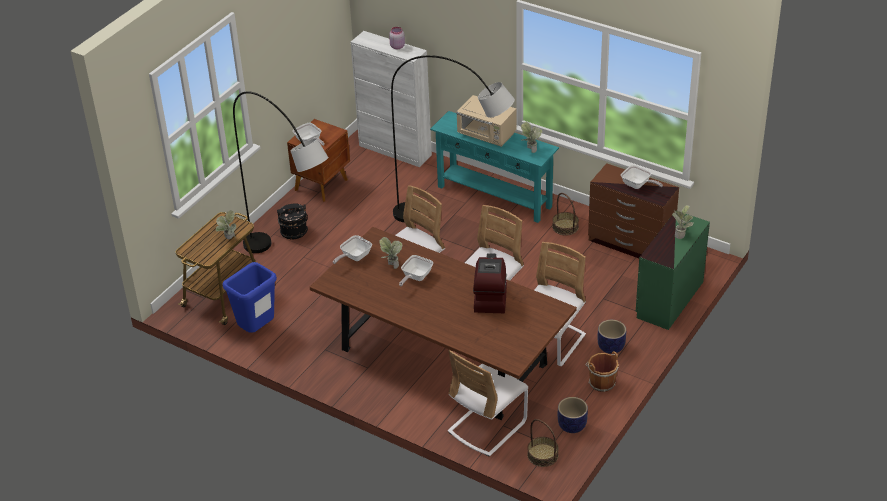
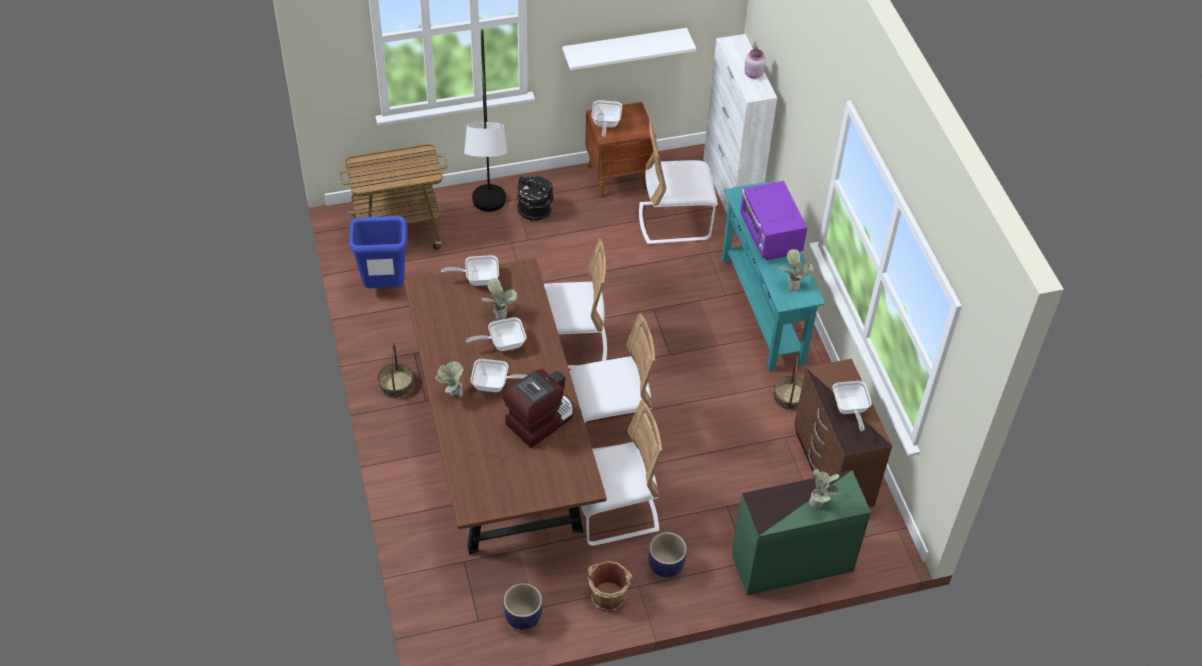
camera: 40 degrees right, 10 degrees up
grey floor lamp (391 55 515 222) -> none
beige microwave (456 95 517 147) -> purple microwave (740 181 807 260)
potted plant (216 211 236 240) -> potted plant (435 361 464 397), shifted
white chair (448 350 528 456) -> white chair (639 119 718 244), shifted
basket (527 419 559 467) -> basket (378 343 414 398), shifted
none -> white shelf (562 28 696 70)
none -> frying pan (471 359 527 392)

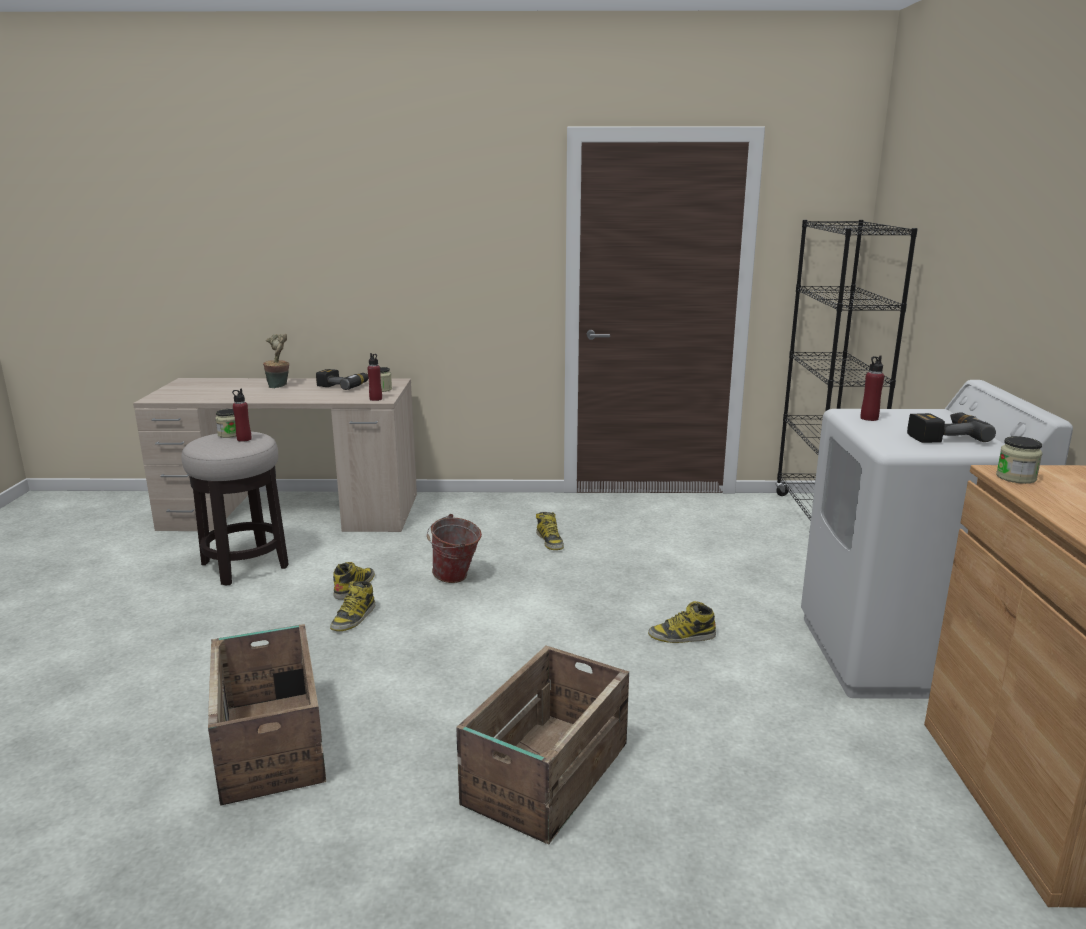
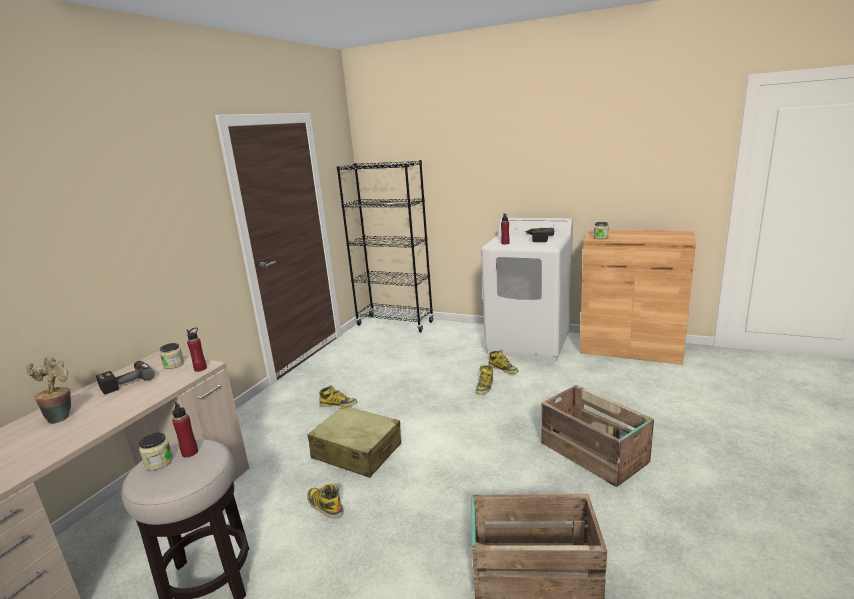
camera: 65 degrees left, 0 degrees up
bucket (427 514 482 583) -> beige suitcase (308 405 401 478)
boot (330 581 375 631) -> boot (488 350 519 374), shifted

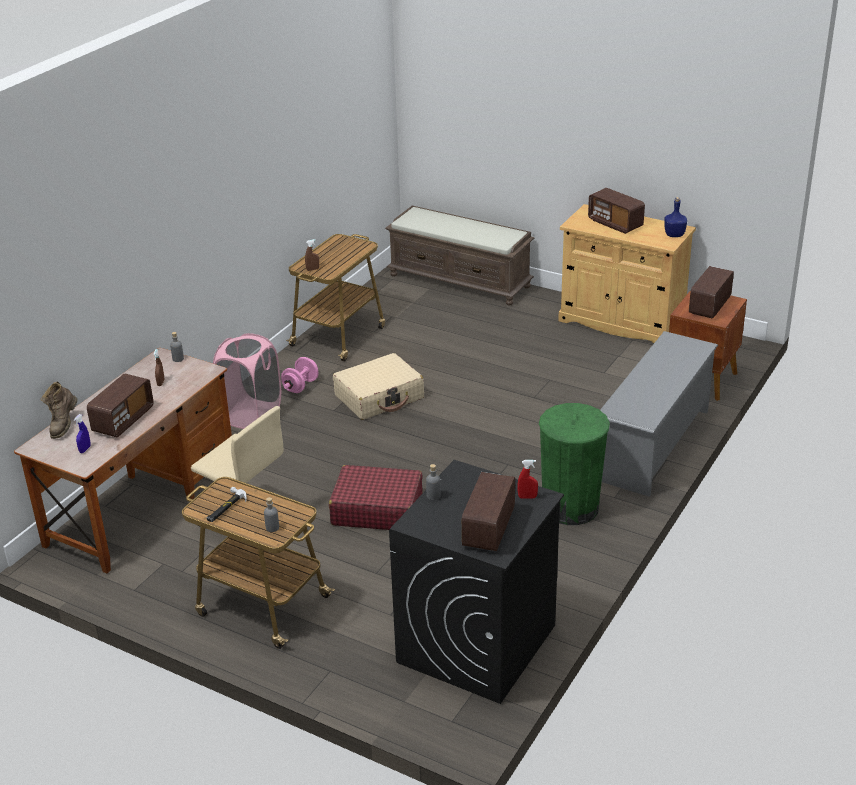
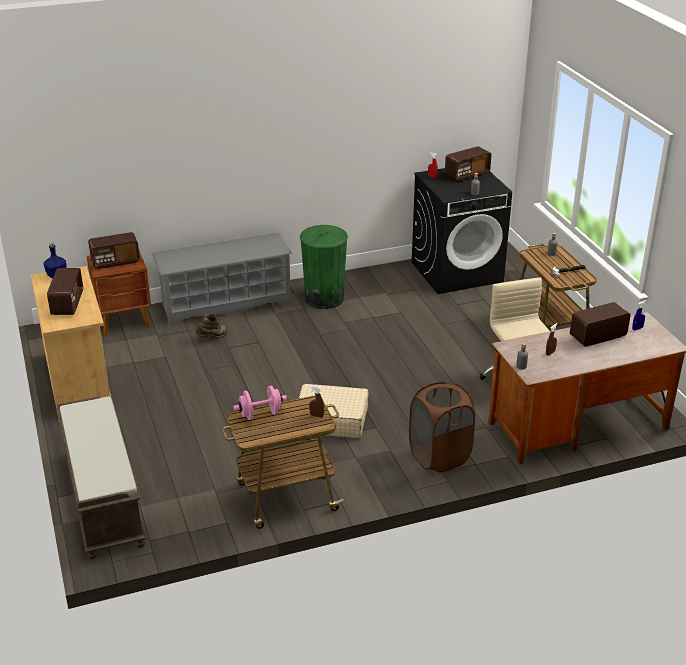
camera: 140 degrees left, 0 degrees up
pink laundry basket (213 333 281 429) -> brown laundry basket (409 382 475 473)
pink dumbbell (281 357 319 393) -> pink dumbbell (233 386 287 420), shifted
brown boot (40 382 77 439) -> brown boot (195 313 228 339), shifted
red suitcase (329 465 423 530) -> none

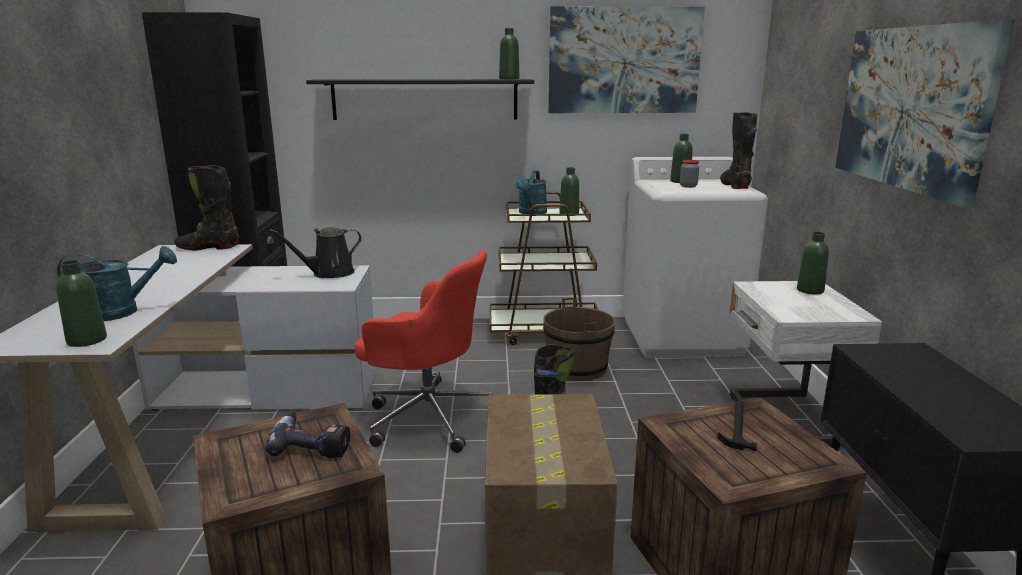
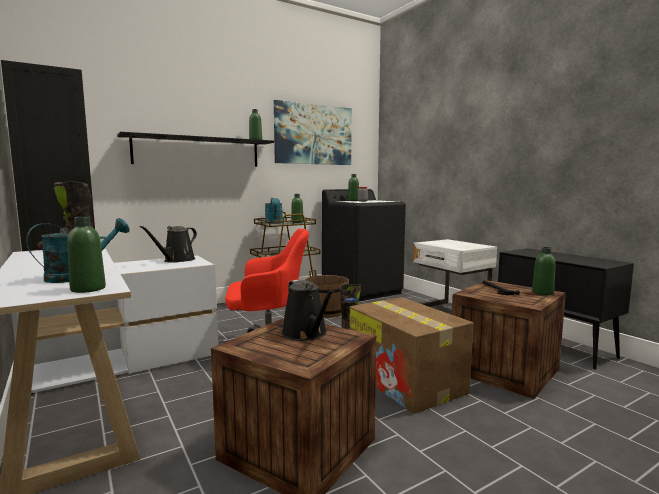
camera: 30 degrees left, 10 degrees down
picture (835 19 1015 207) -> none
black boot (720 112 757 189) -> none
white washing machine (622 157 768 358) -> black washing machine (322 189 406 301)
green bottle (797 232 829 294) -> green bottle (532 247 556 295), shifted
power drill (265 411 350 458) -> black watering can (282 280 334 341)

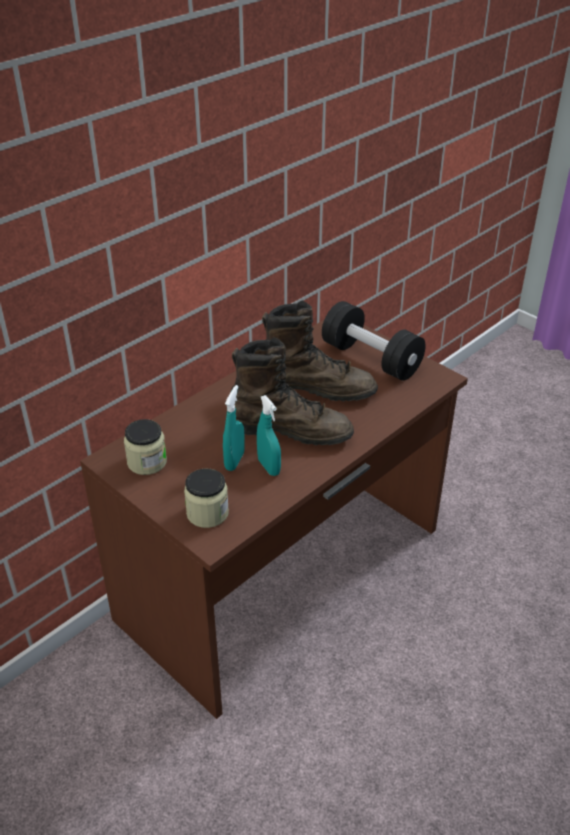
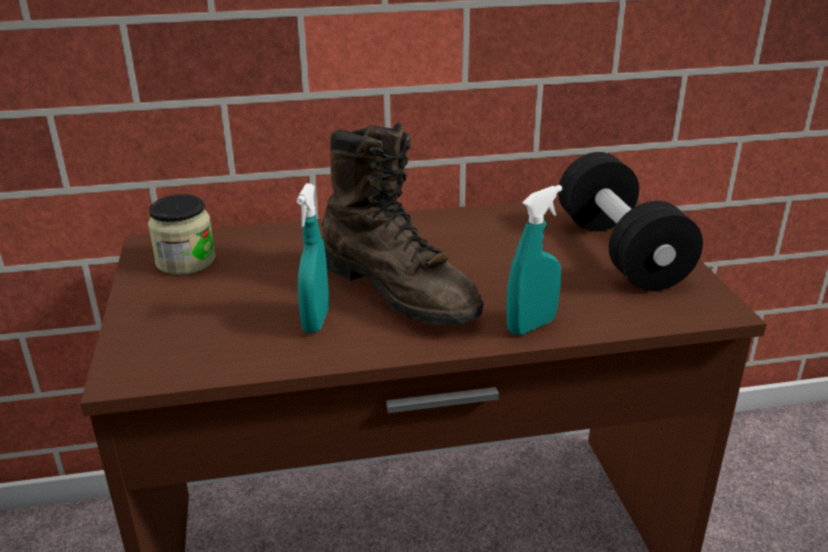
camera: 35 degrees right, 10 degrees down
brown boot (262 300 378 402) -> none
turquoise spray bottle (223 385 245 471) -> turquoise spray bottle (507 185 562 335), shifted
jar (184 469 229 528) -> none

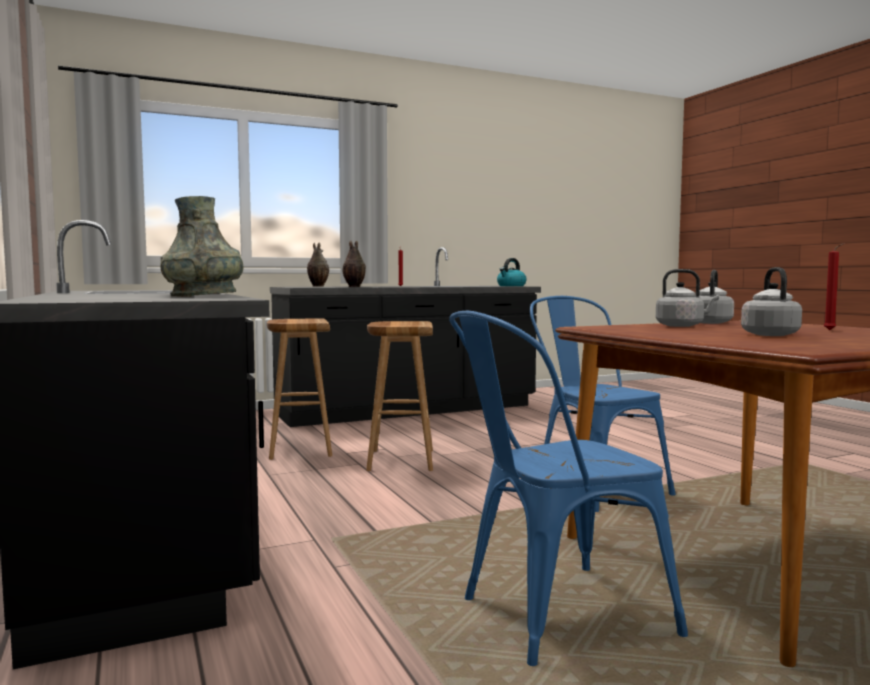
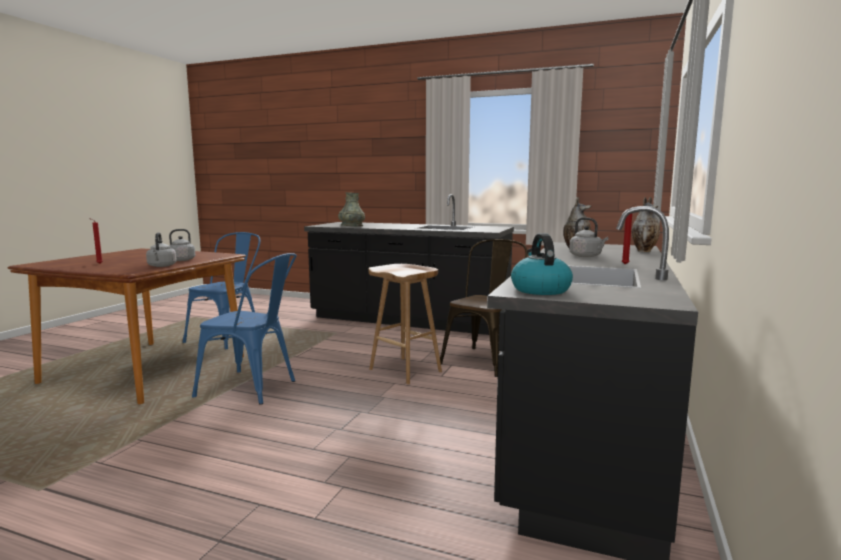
camera: 135 degrees right, 5 degrees up
grey kettle (741 267 802 336) -> grey kettle (569 217 608 257), shifted
brown stool (267 318 332 460) -> brown chair (440 239 528 377)

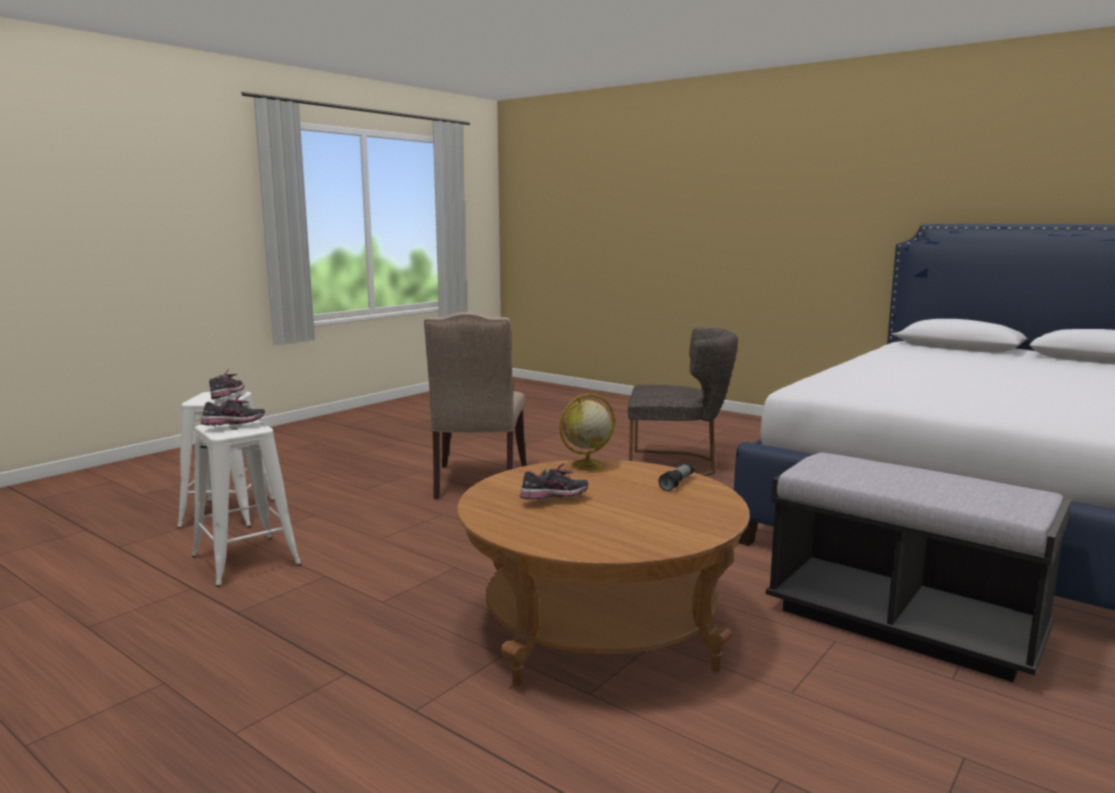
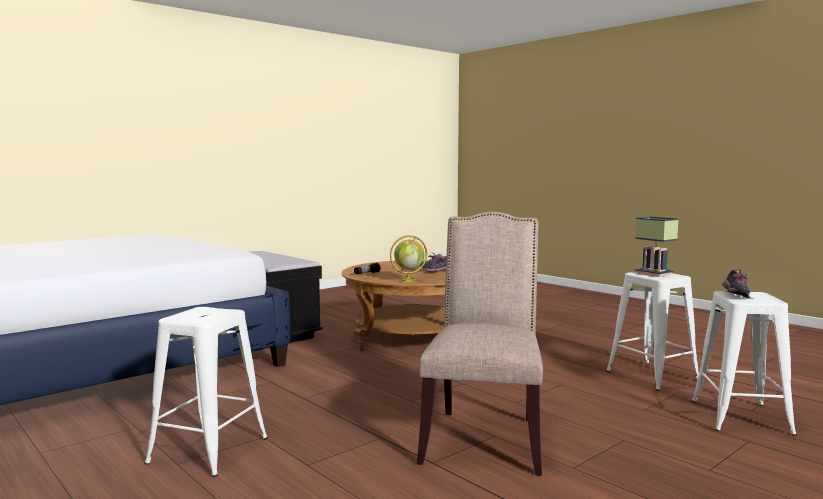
camera: 170 degrees left, 5 degrees down
grey chair (628 328 738 476) -> white stool (144 307 268 477)
shoe (201 395 265 426) -> table lamp (635 217 679 277)

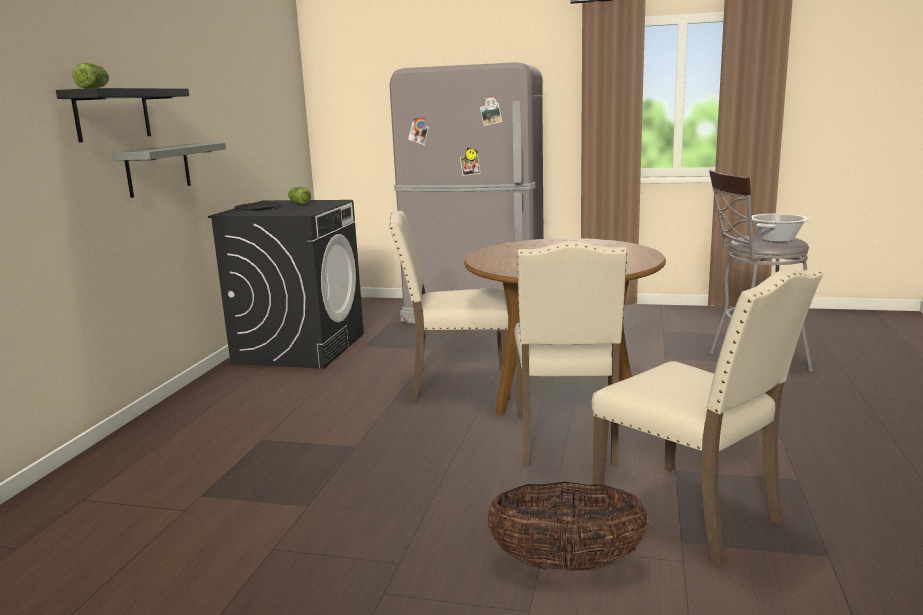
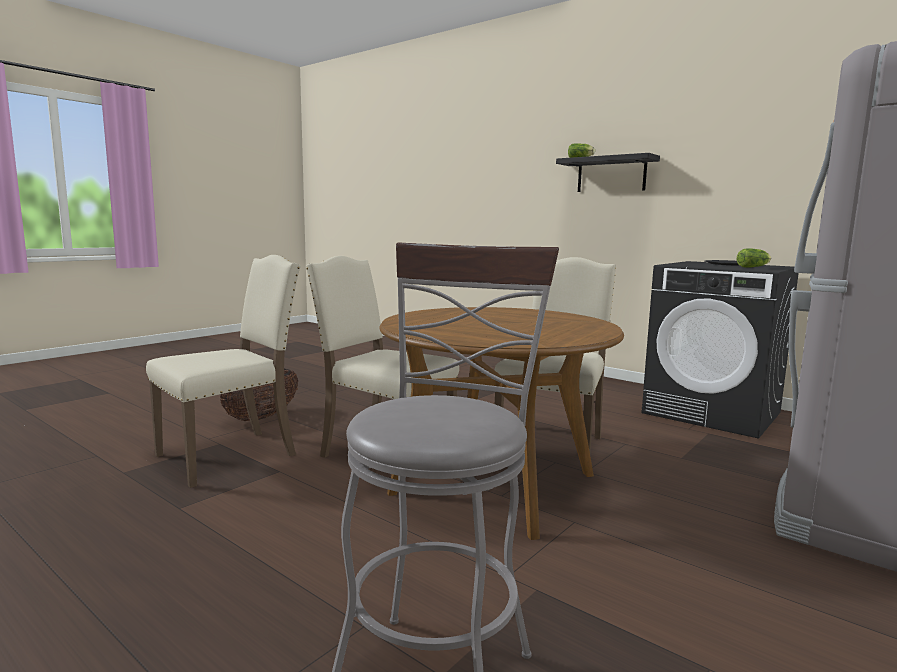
camera: 115 degrees right, 5 degrees down
grey shelf (112 142 226 198) -> none
cooking pot (752 214 809 242) -> none
beige chair (592 268 823 567) -> beige chair (146 255 301 488), 150 degrees clockwise

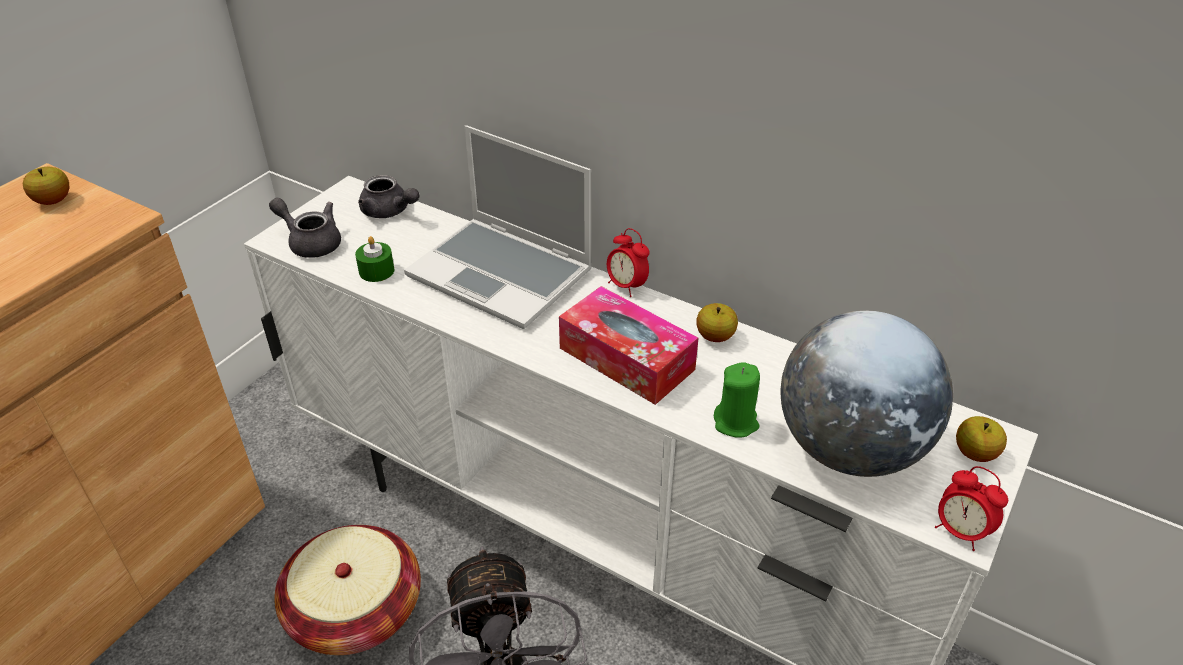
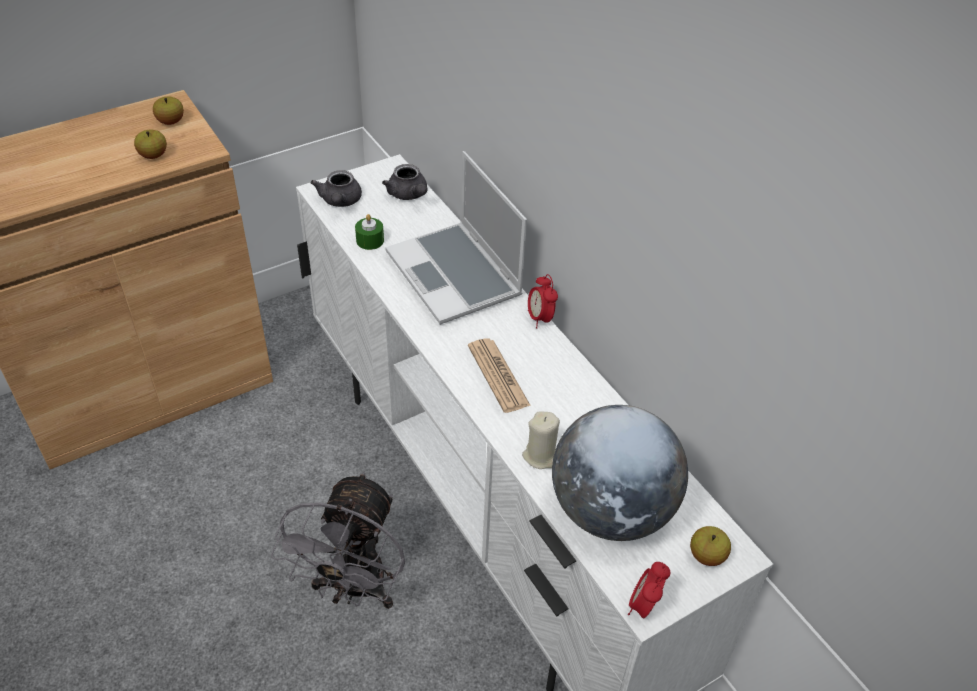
camera: 25 degrees right, 5 degrees up
grey teapot (269 198 341 258) -> grey teapot (311 170 362 207), 150 degrees counterclockwise
tissue box (559 286 698 405) -> newspaper (468 338 531 413)
apple (696 303 738 342) -> apple (134 130 167 159), shifted
green candle (714 362 760 438) -> beige candle (522 411 560 469)
alarm clock (935 466 1008 551) -> alarm clock (628 562 670 618), 45 degrees clockwise
basket (274 525 421 655) -> none

